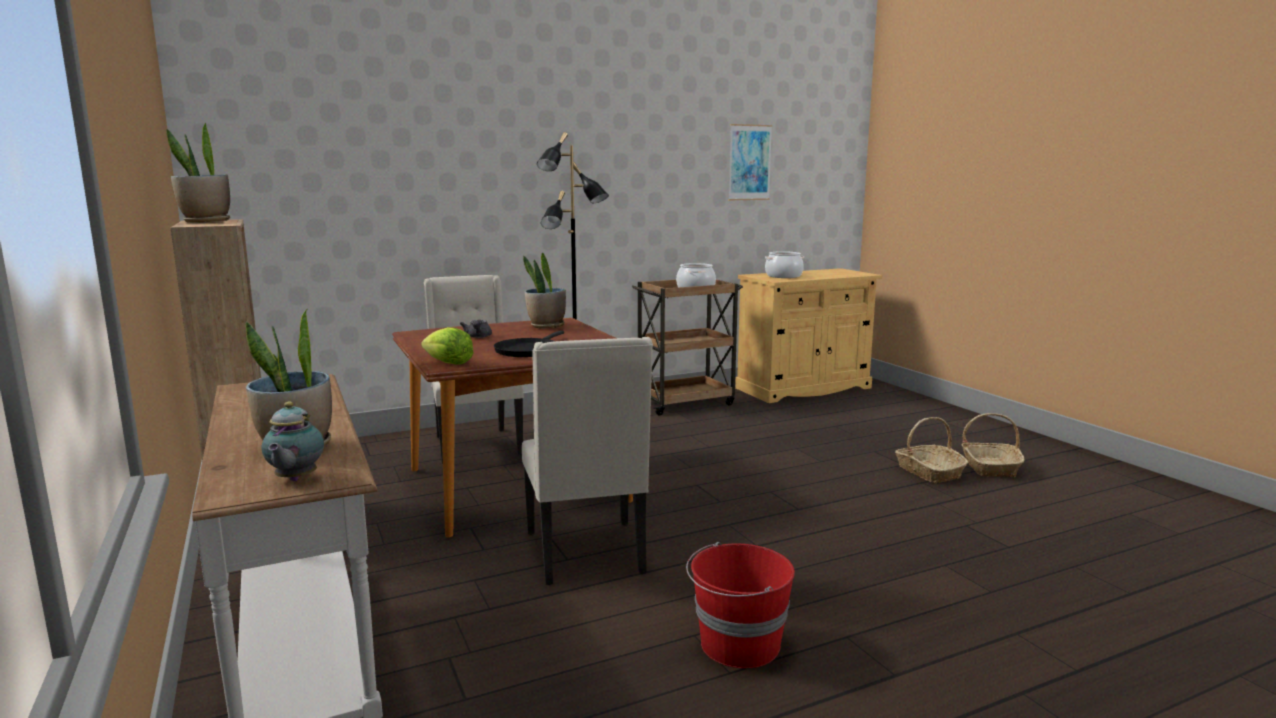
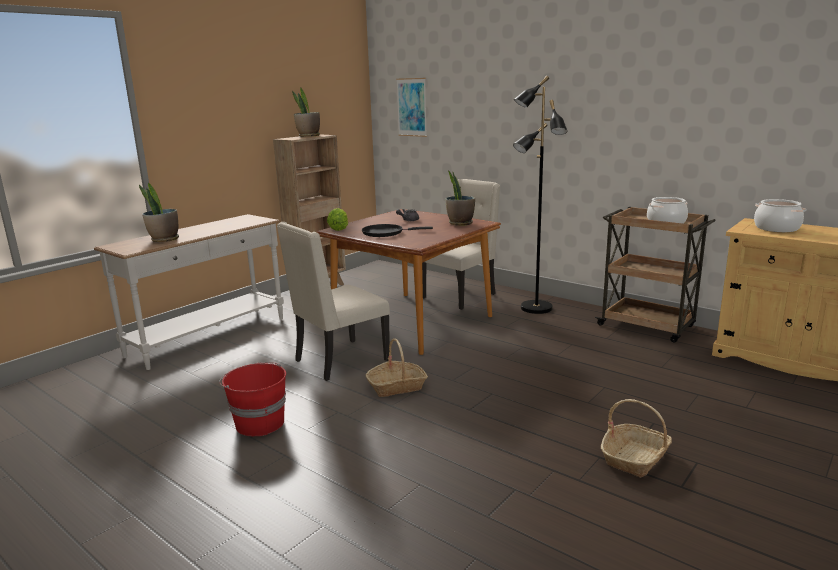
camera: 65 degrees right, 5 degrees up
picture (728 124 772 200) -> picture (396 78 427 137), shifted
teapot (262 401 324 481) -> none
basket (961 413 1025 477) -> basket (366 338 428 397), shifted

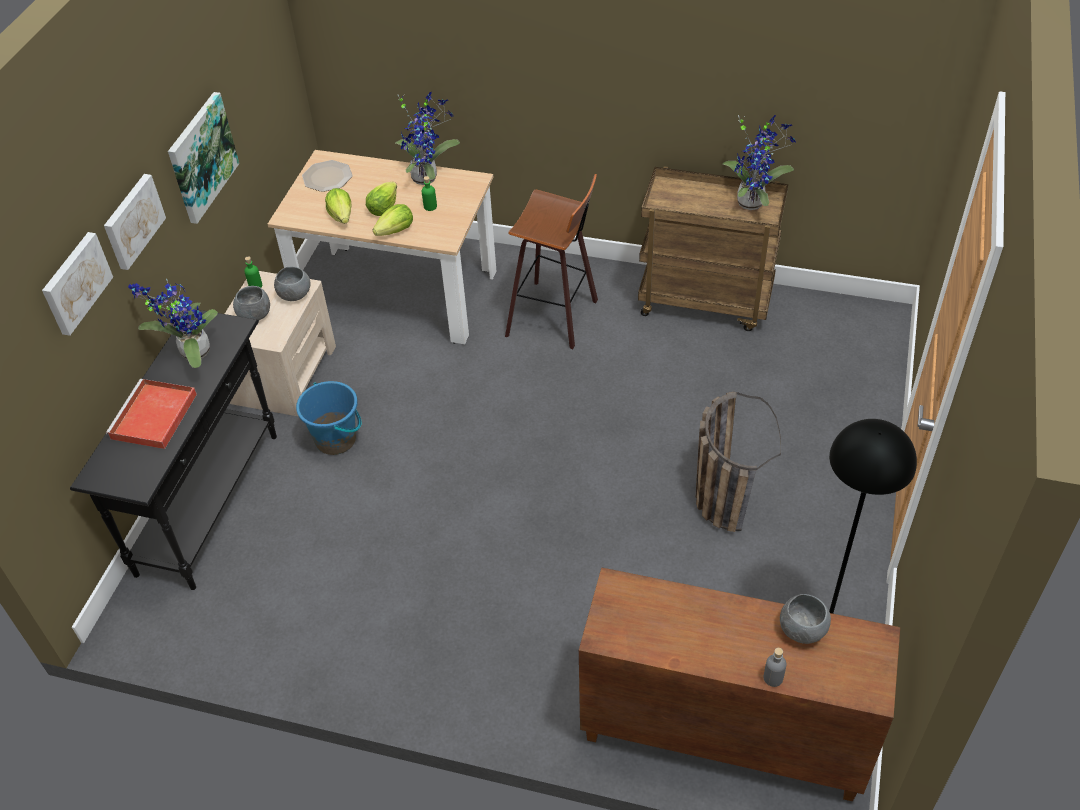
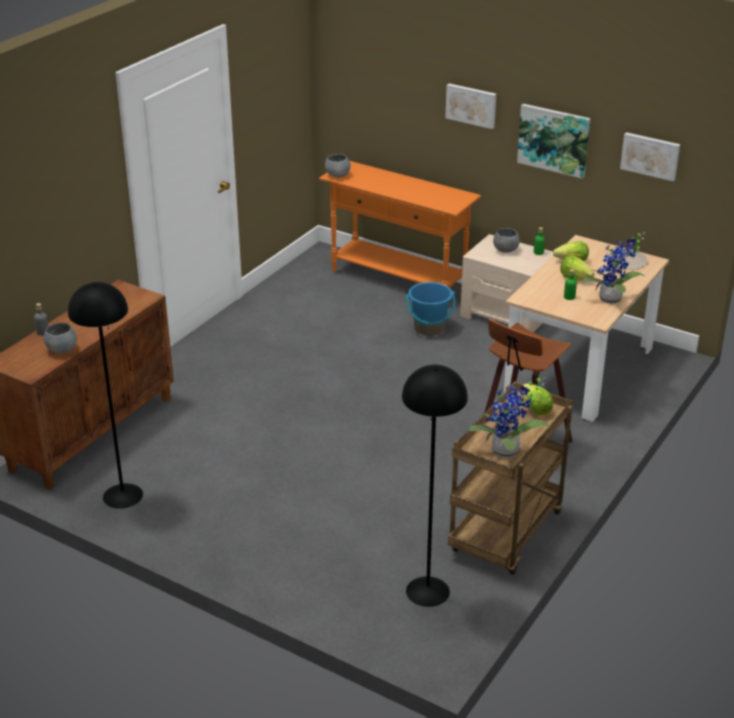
camera: 105 degrees right, 15 degrees down
lettuce (373 204 413 236) -> lettuce (522 384 553 415), shifted
picture (42 232 113 336) -> picture (620 132 680 181), shifted
grey bowl (274 267 311 301) -> grey bowl (325 154 351 177), shifted
potted plant (128 279 218 368) -> none
black console table (70 310 277 590) -> orange console table (319 161 481 288)
red tray (106 379 197 449) -> none
basket (695 392 781 532) -> none
none -> black floor lamp (402 365 468 607)

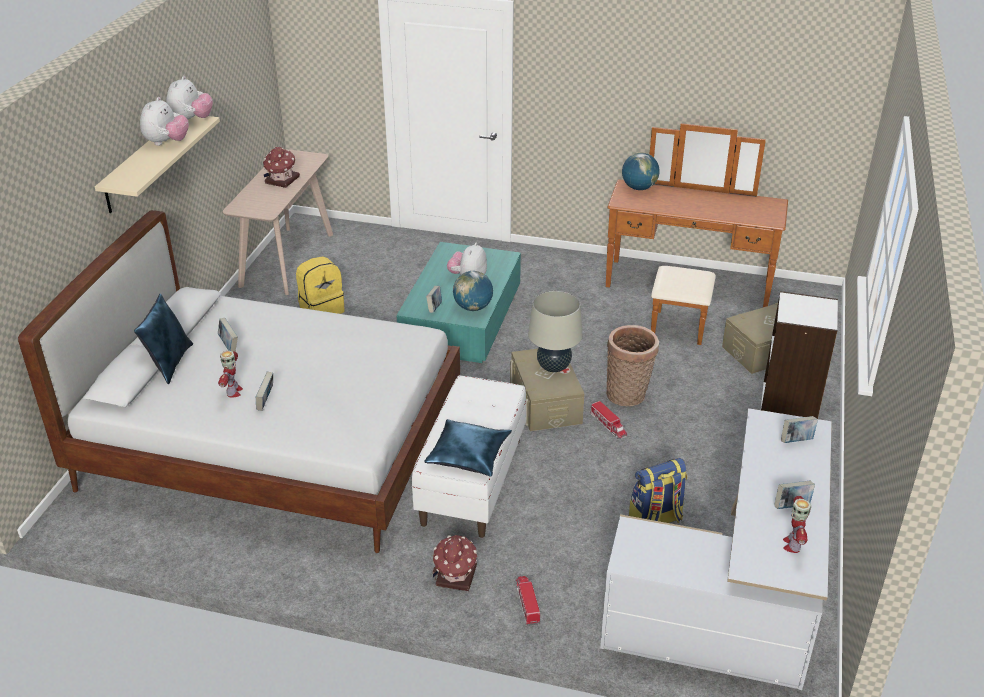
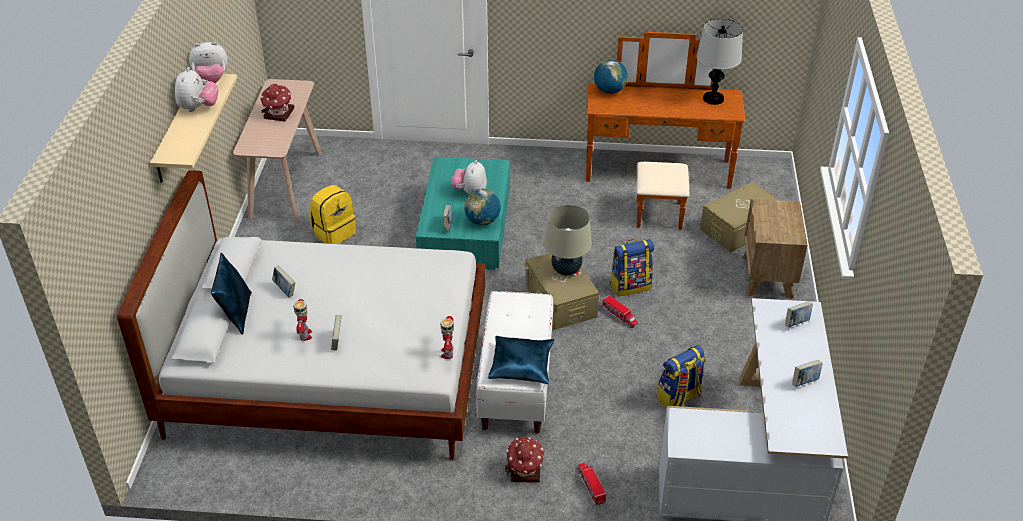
camera: 10 degrees left, 5 degrees up
plush toy (166 76 213 119) -> plush toy (189 42 228 83), 75 degrees clockwise
white bookcase (761 291 838 419) -> brown nightstand (742 199 808 299)
basket (606 325 659 406) -> backpack (610 239 654 296)
toy robot (783 496 811 553) -> toy robot (440 316 454 359), shifted
none -> table lamp (697 19 743 105)

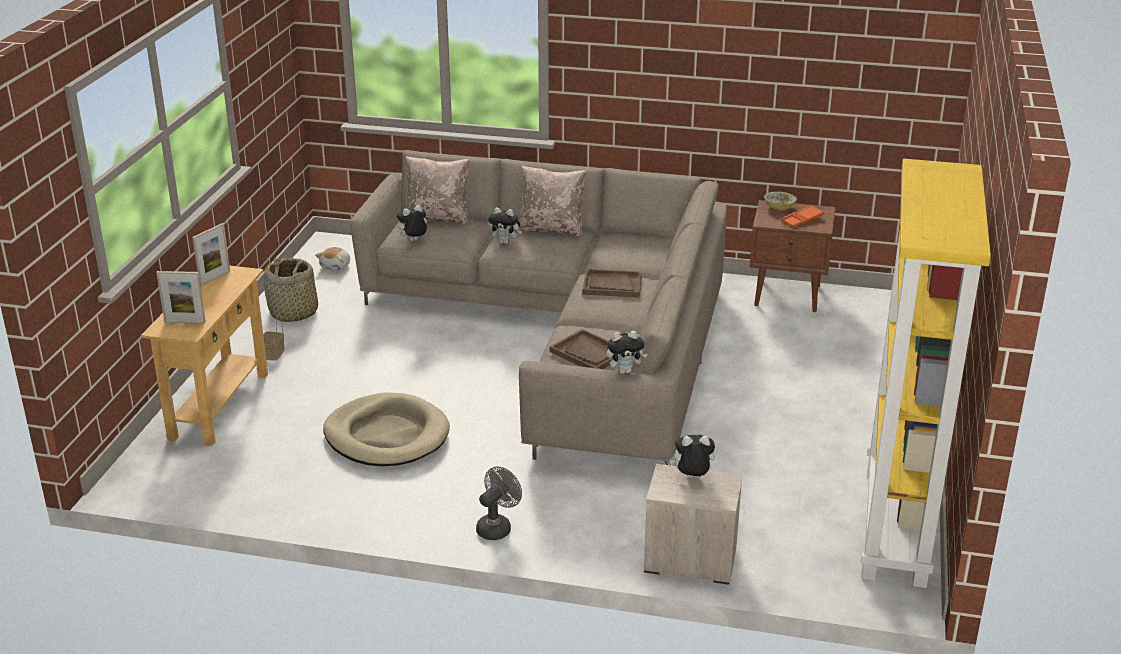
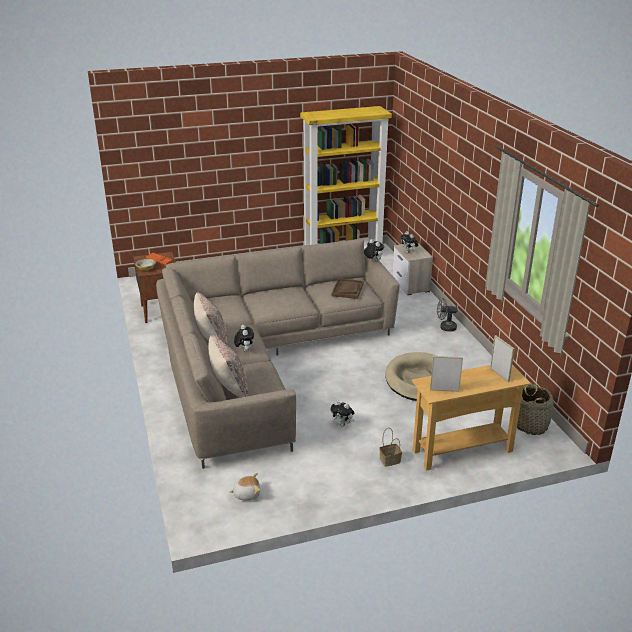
camera: 120 degrees left, 0 degrees up
plush toy (396 205 427 241) -> plush toy (330 400 354 427), shifted
basket (264 258 318 322) -> basket (517 384 554 435), shifted
brown tray (582 269 642 297) -> none

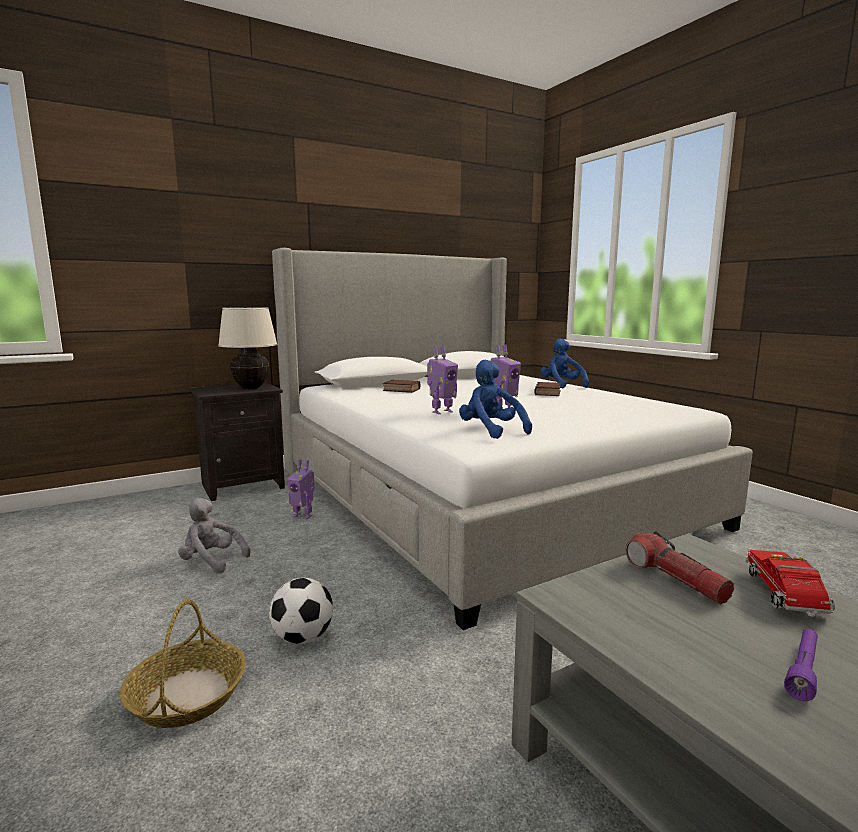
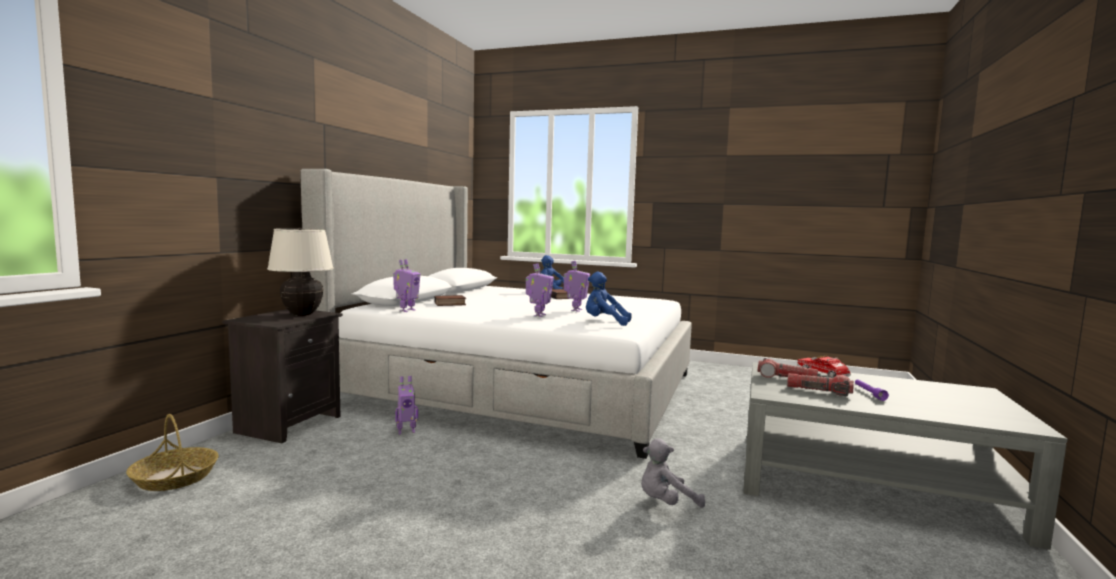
camera: 40 degrees left, 5 degrees down
grey plush toy (178 498 250 574) -> grey plush toy (641 438 705 508), shifted
football (269 578 333 644) -> none
basket (120 599 246 728) -> basket (126 414 219 491), shifted
none -> toy robot (393 259 420 312)
none -> flashlight (787 373 854 397)

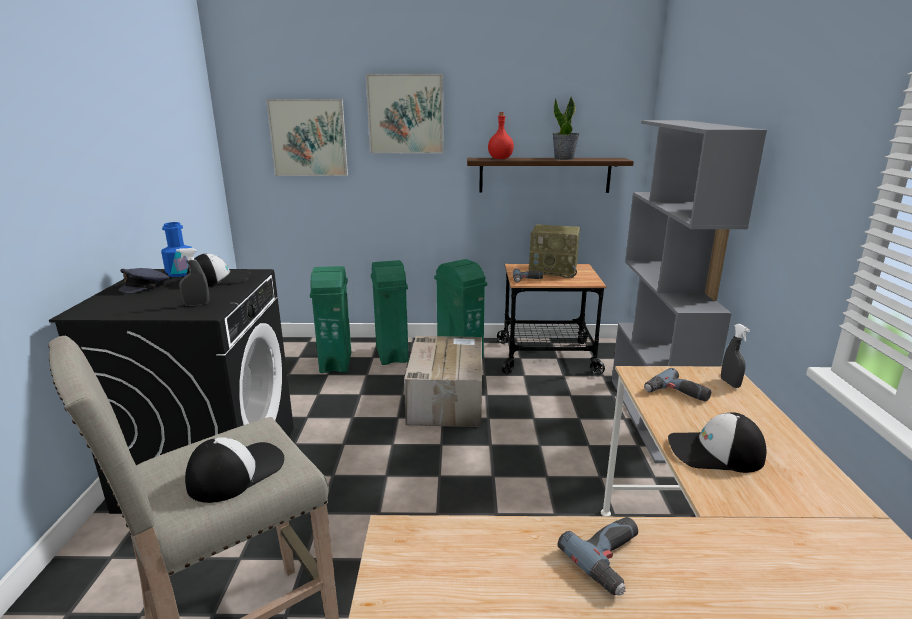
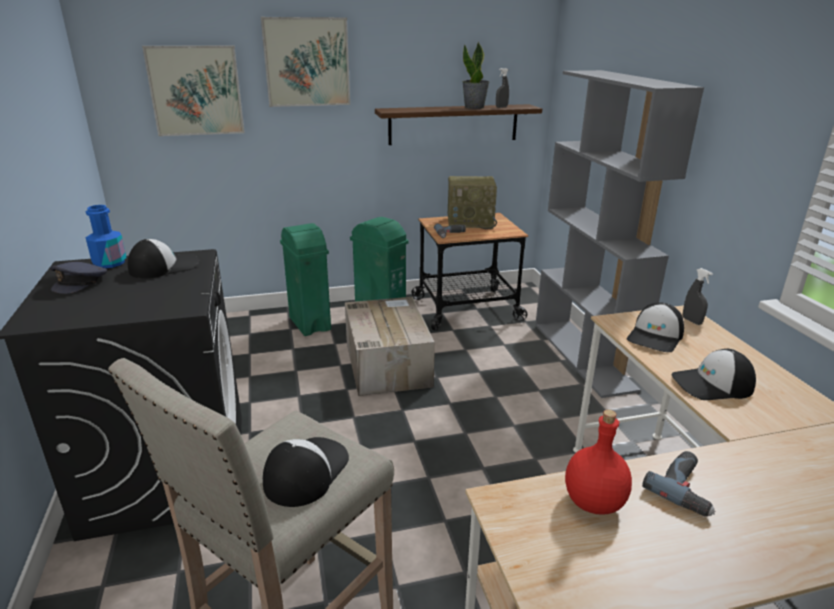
camera: 15 degrees left, 5 degrees up
red bottle (488 112 514 159) -> red bottle (565 410 632 515), shifted
grey spray bottle (176 248 209 306) -> grey spray bottle (496 68 509 108), shifted
green trash can (310 266 351 373) -> none
power drill (644 368 711 402) -> cap (627 302 684 352)

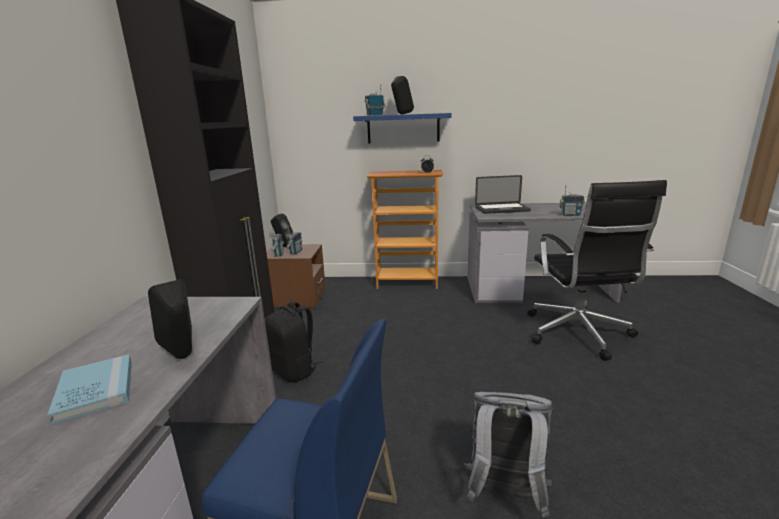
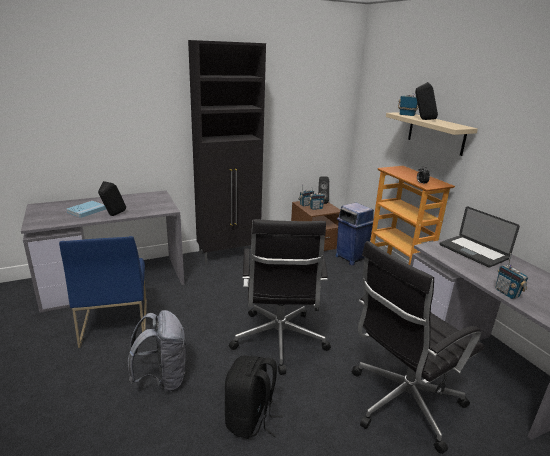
camera: 60 degrees right, 5 degrees up
blue shelf (353 113 452 144) -> beige shelf (386 112 478 156)
black backpack (265 301 323 382) -> black backpack (225 356 282 439), shifted
none -> blue trash can (335 203 374 265)
none -> black office chair (229 219 331 375)

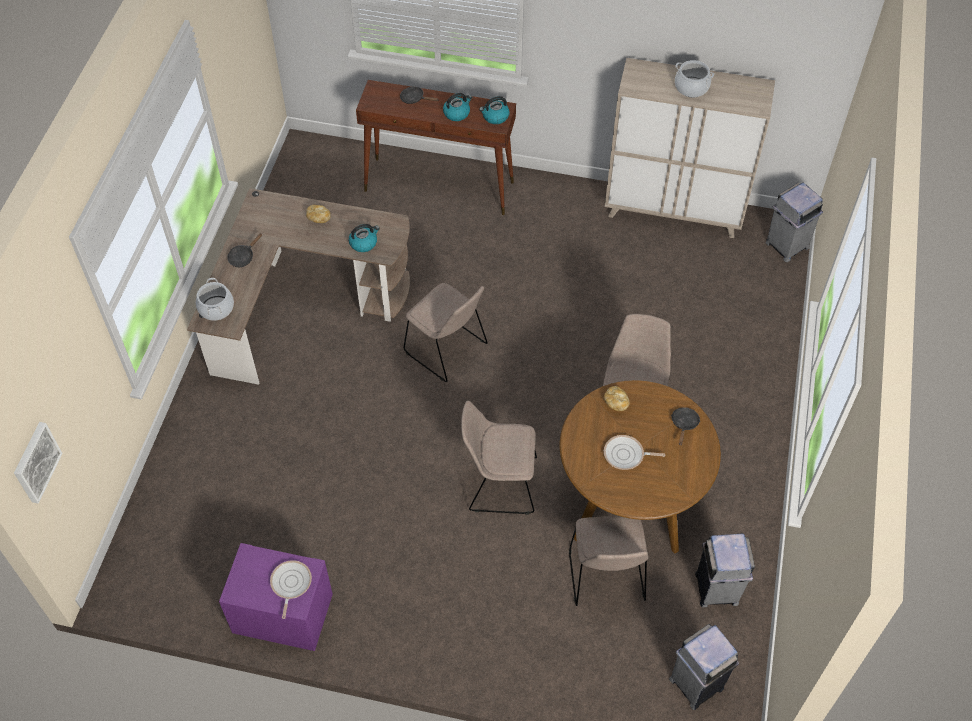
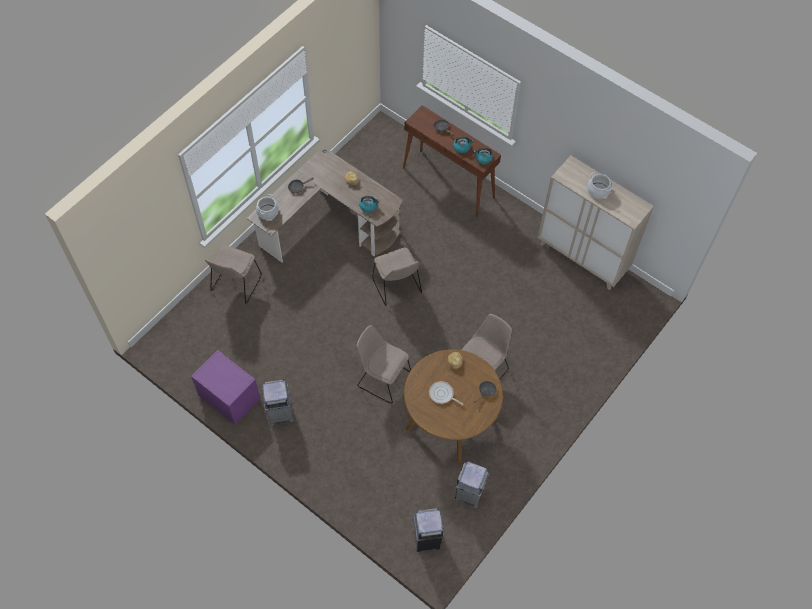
camera: 25 degrees right, 5 degrees up
grey trash can (766 183 823 262) -> grey trash can (262 379 293 425), shifted
picture (14 422 63 504) -> none
beige chair (569 516 648 606) -> beige chair (205 245 261 304), shifted
frying pan (270 560 312 619) -> none

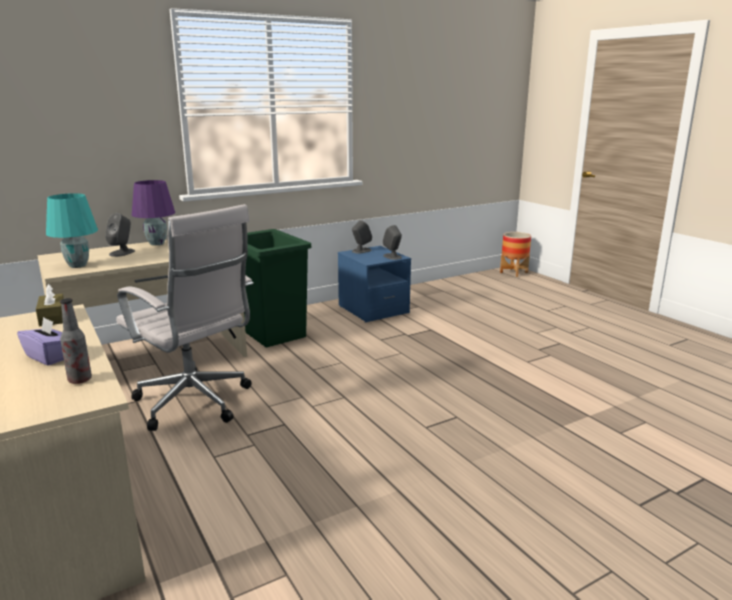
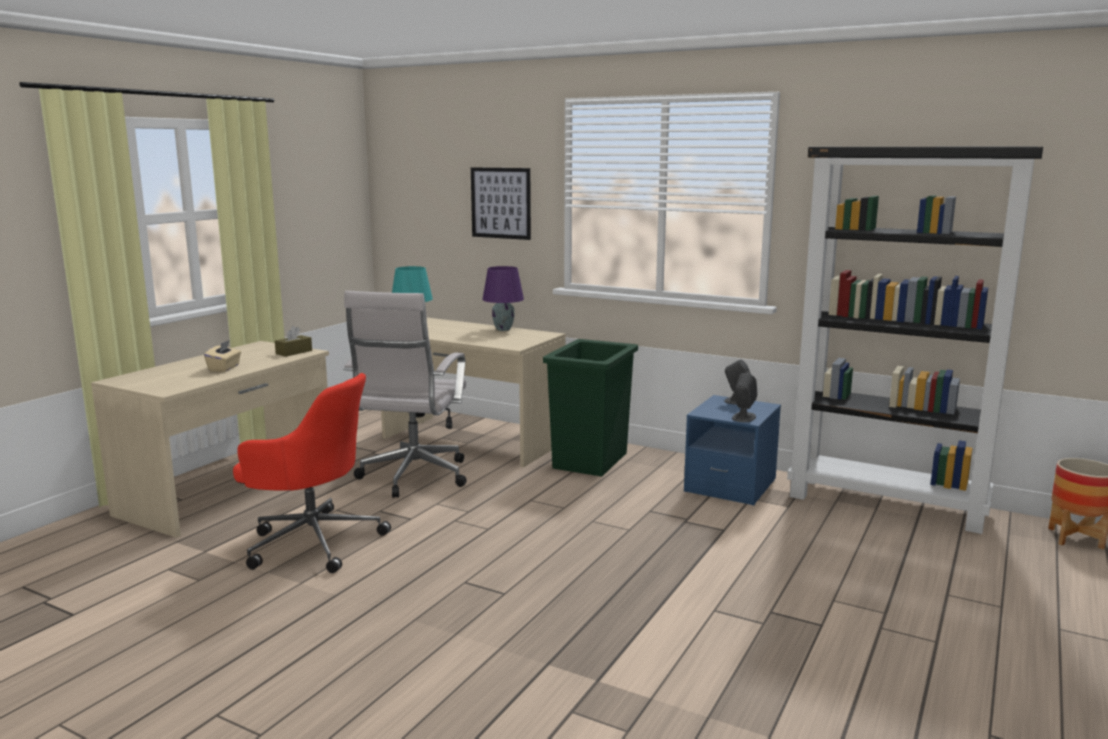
camera: 60 degrees right, 5 degrees down
grey speaker (105 213 135 257) -> none
bottle (60 298 92 384) -> none
purple tissue box (17 317 64 366) -> beige tissue box (204 340 241 372)
none -> black bookcase (787 147 1043 534)
none -> picture (471 167 531 240)
none -> red office chair (233 373 391 573)

